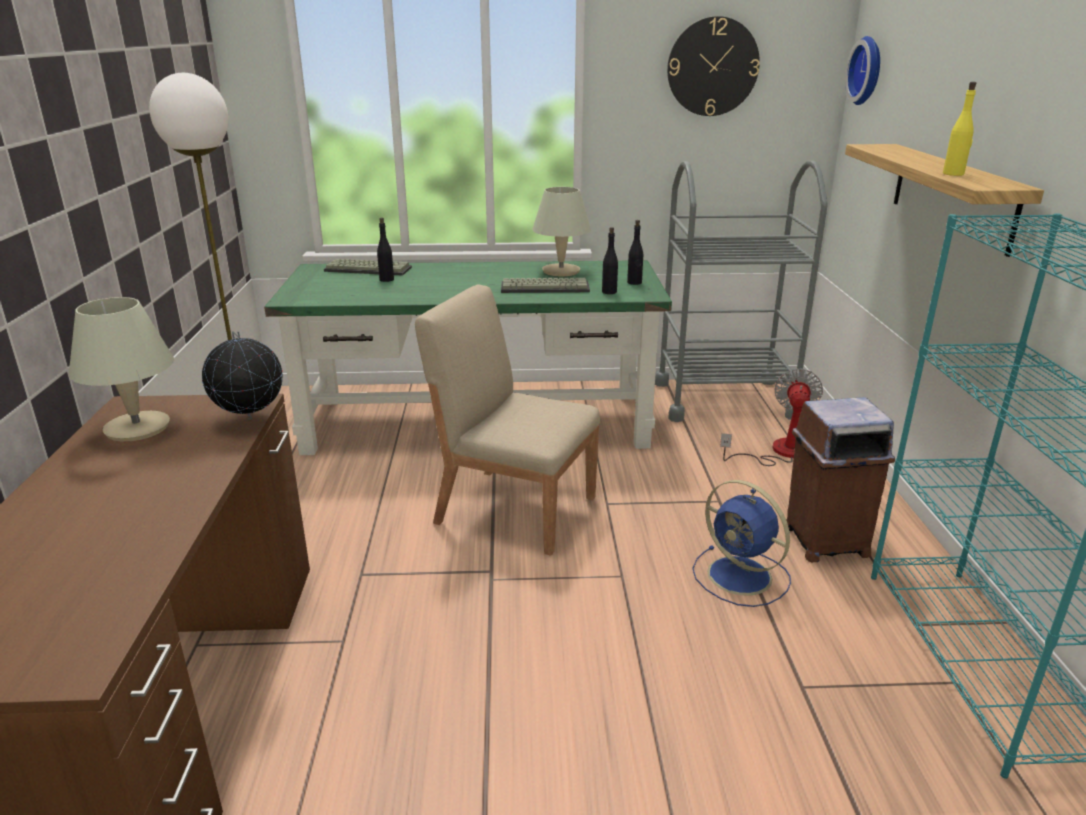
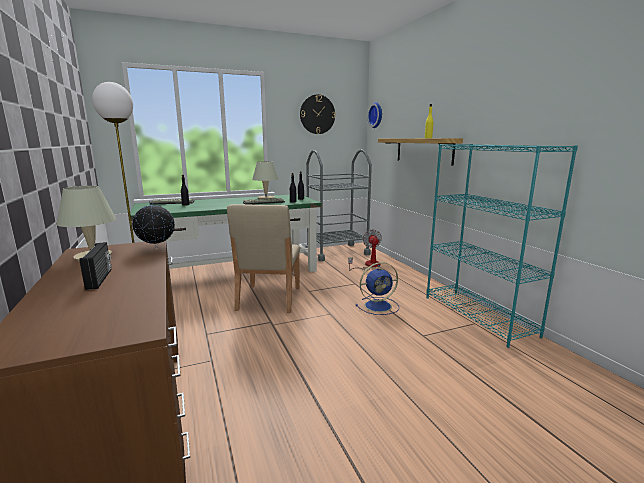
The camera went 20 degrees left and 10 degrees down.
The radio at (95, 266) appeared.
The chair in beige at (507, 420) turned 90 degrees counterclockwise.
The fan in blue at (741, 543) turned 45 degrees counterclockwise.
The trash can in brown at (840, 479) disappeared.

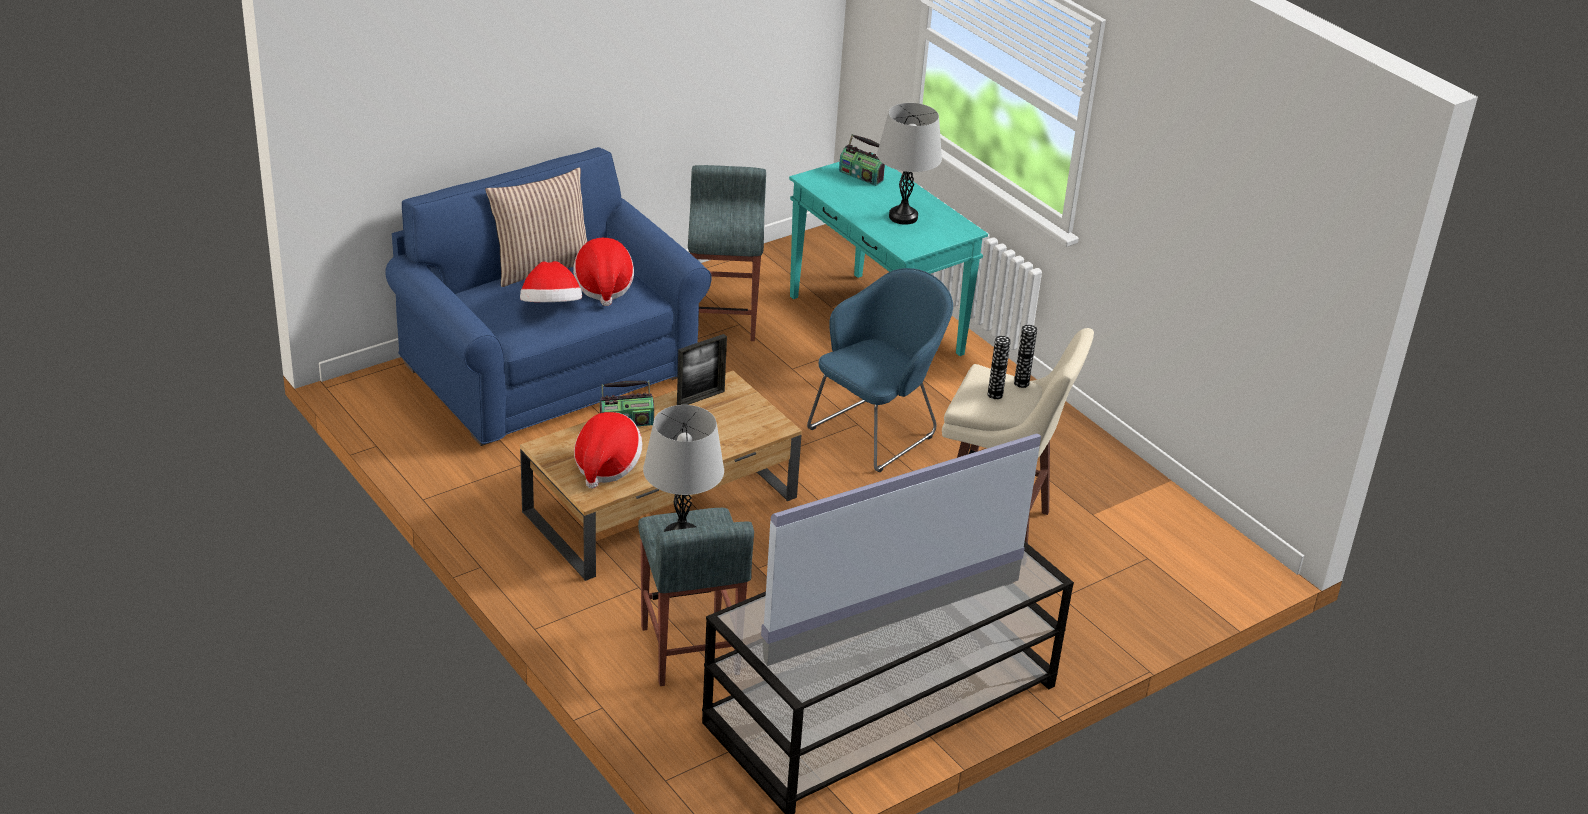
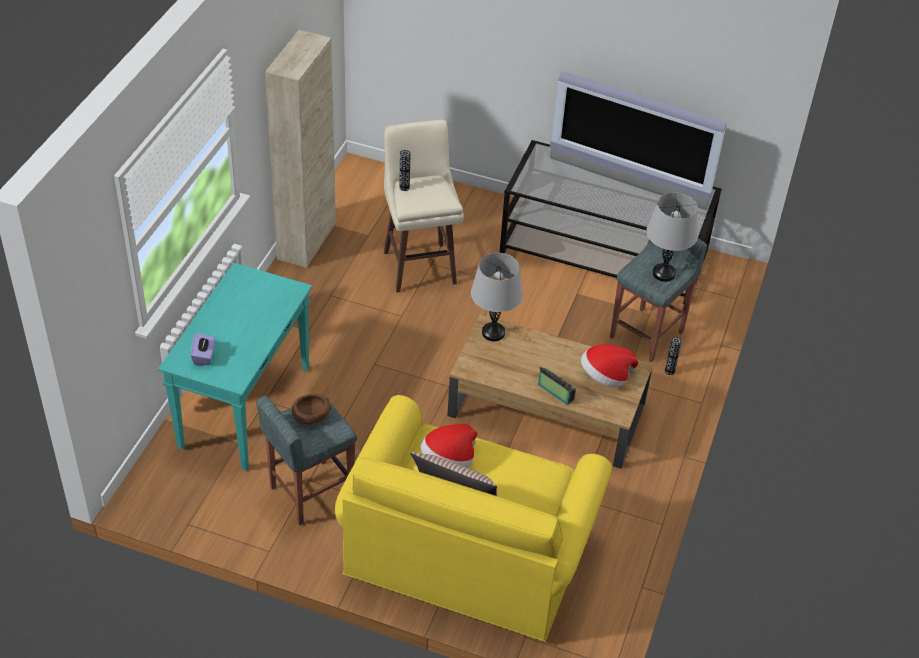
The camera went 125 degrees left and 10 degrees up.
The radio at (862, 160) was replaced by the tissue box in purple at (203, 349).
The cabinet in beige at (300, 149) appeared.
The bowl in brown at (312, 409) appeared.
The sofa in blue at (548, 296) became the sofa in yellow at (474, 518).
The table lamp in grey moved from (909, 164) to (497, 297).
The vase moved from (999, 367) to (673, 356).
The hat at (551, 281) disappeared.
The picture frame at (702, 369) disappeared.
The armchair in blue at (880, 370) disappeared.

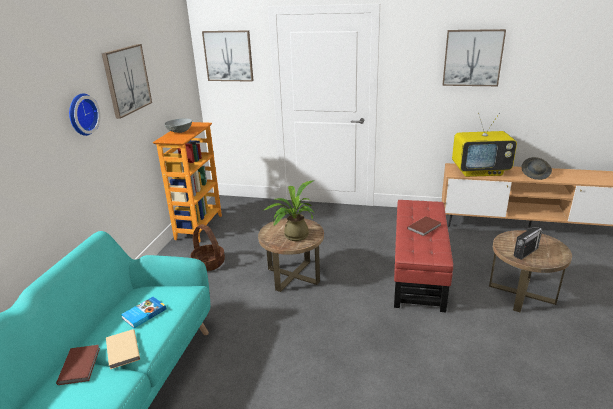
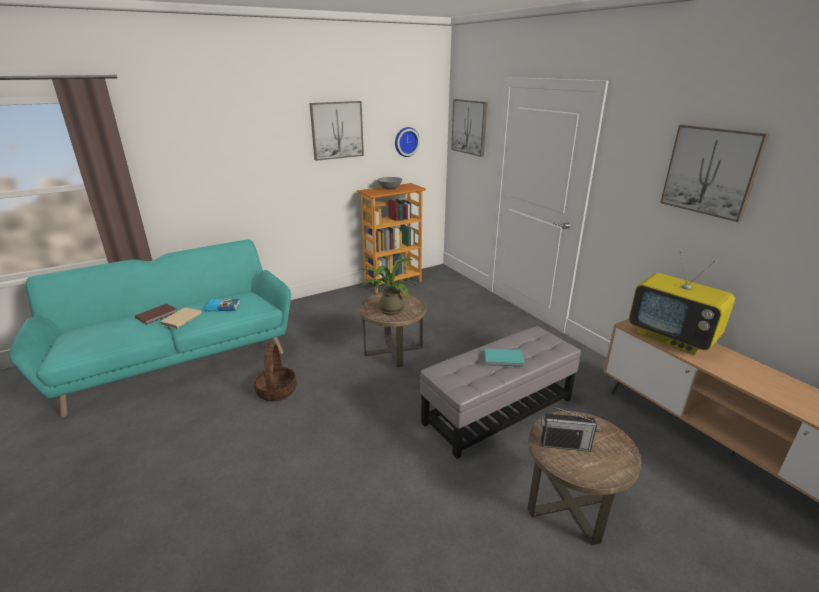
The camera went 45 degrees right and 0 degrees up.
The basket moved from (207, 247) to (275, 372).
The wall clock moved from (84, 114) to (407, 142).
The ottoman in red at (423, 256) became the ottoman in grey at (500, 392).
The book in brown at (424, 226) became the book in turquoise at (504, 358).
The hat in grey at (536, 168) disappeared.

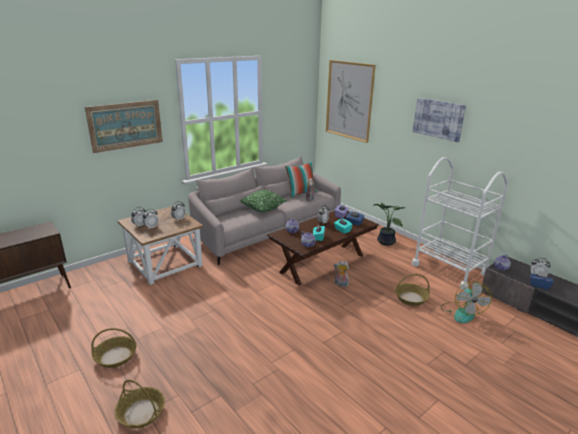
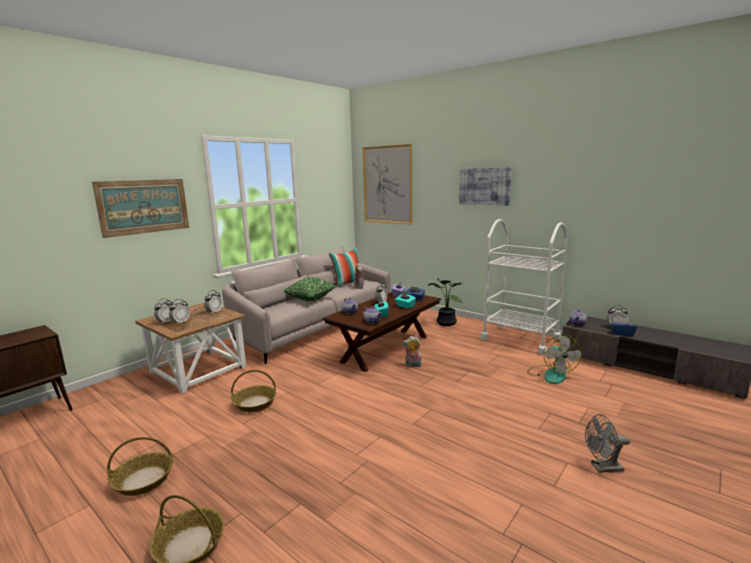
The camera went 10 degrees left and 10 degrees down.
The basket moved from (412, 290) to (253, 391).
The fan in grey at (607, 443) appeared.

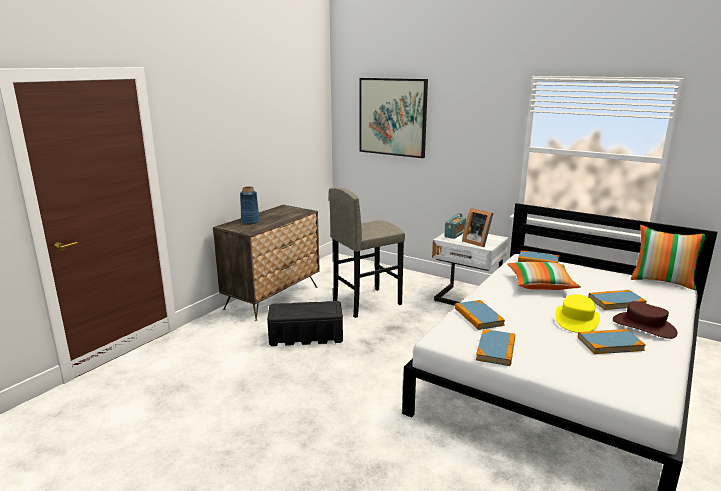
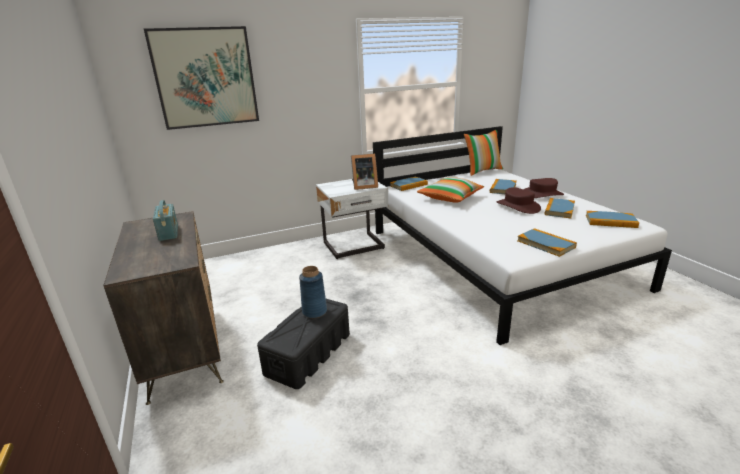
The camera went 55 degrees left and 5 degrees up.
The radio moved from (455, 226) to (165, 220).
The vase in blue moved from (250, 205) to (313, 292).
The hat in yellow at (577, 313) became the hat in brown at (519, 200).
The book moved from (480, 315) to (612, 219).
The stool in grey at (367, 252) disappeared.

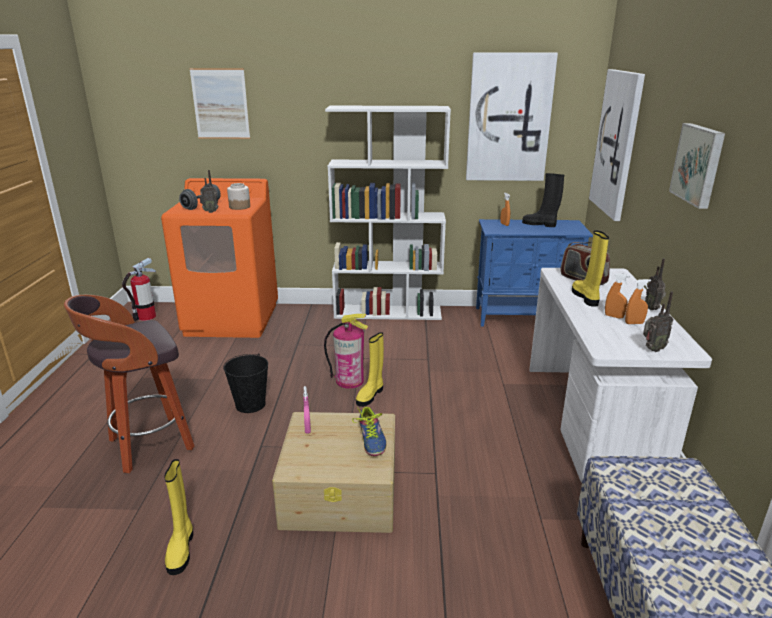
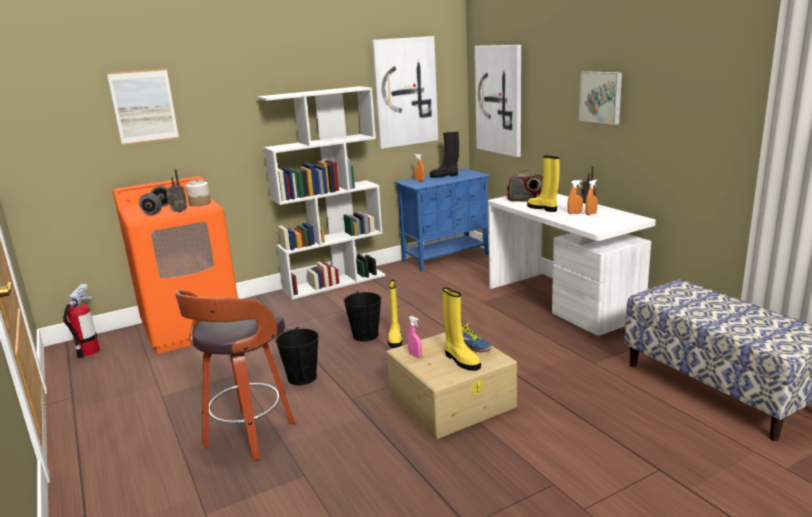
The camera went 30 degrees left and 5 degrees down.
The fire extinguisher at (346, 351) was replaced by the bucket in black at (362, 316).
The boot in yellow moved from (178, 517) to (461, 329).
The radio at (658, 321) disappeared.

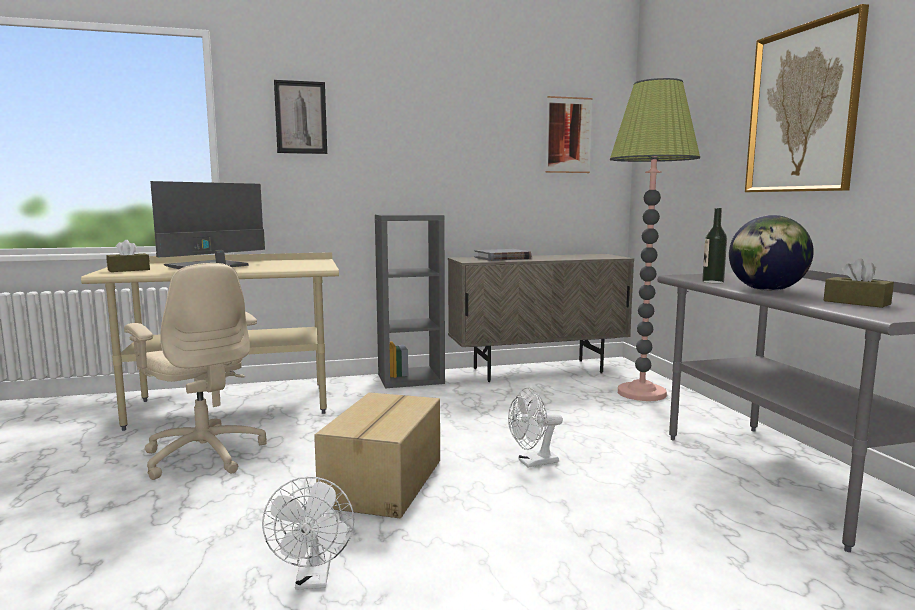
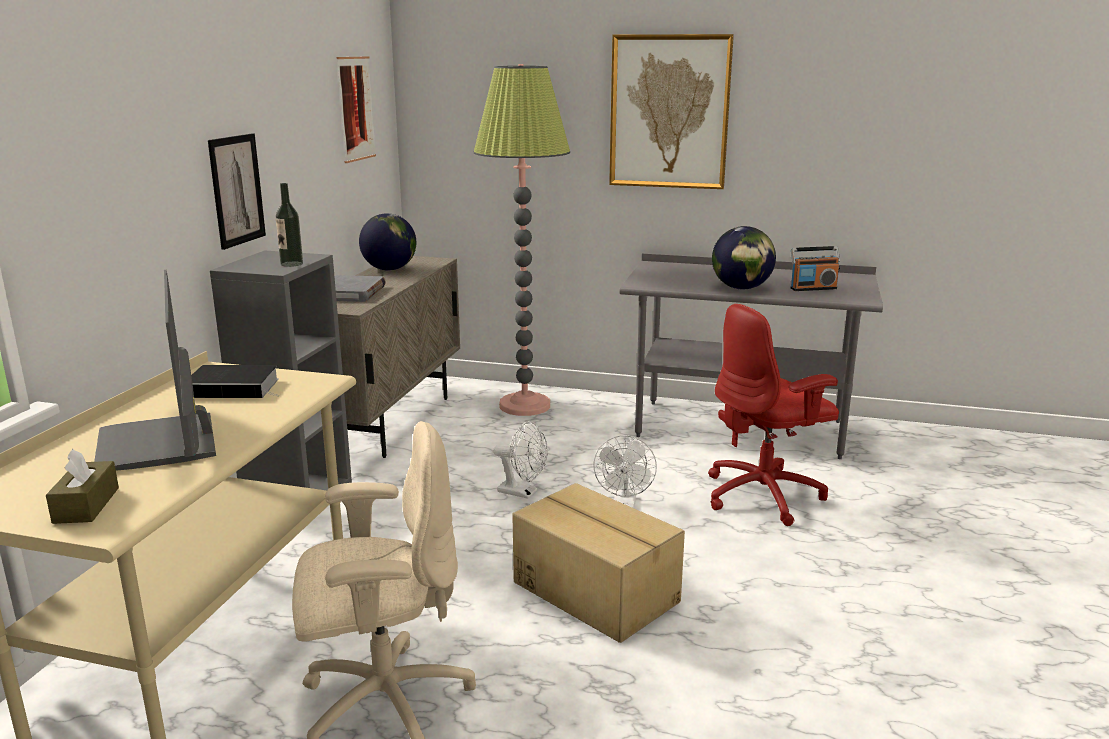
The camera went 60 degrees left and 10 degrees up.
The book at (235, 381) appeared.
The picture moved from (300, 117) to (237, 191).
The bottle moved from (714, 246) to (289, 225).
The globe at (387, 242) appeared.
The fan in white moved from (308, 533) to (520, 460).
The office chair in red at (773, 415) appeared.
The tissue box in brown at (859, 283) was replaced by the radio at (815, 268).

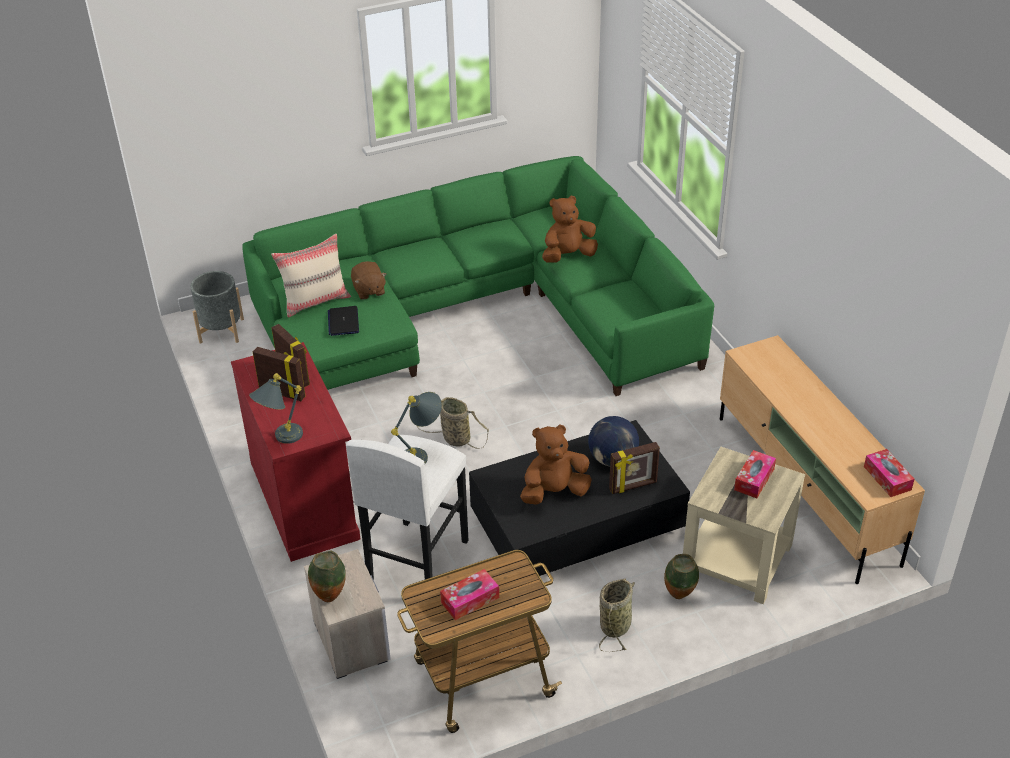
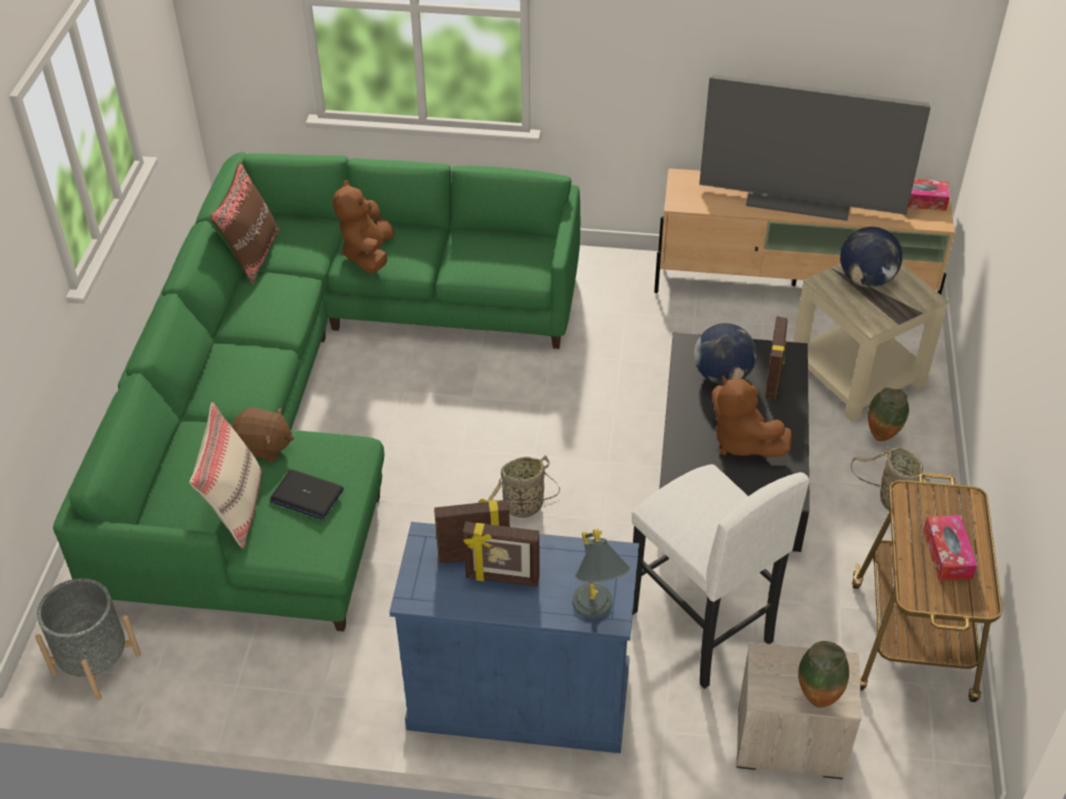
The camera went 60 degrees left and 5 degrees up.
The pillow in brown at (245, 223) appeared.
The cabinet in red at (295, 452) became the cabinet in blue at (514, 637).
The picture frame at (279, 374) turned 135 degrees counterclockwise.
The television at (815, 147) appeared.
The plush toy in brown at (556, 464) turned 45 degrees counterclockwise.
The tissue box at (755, 474) was replaced by the globe at (871, 257).
The table lamp in grey at (416, 428) disappeared.

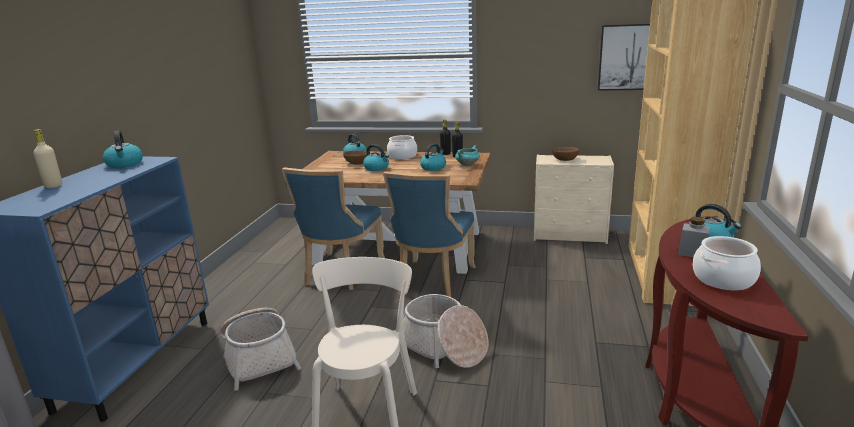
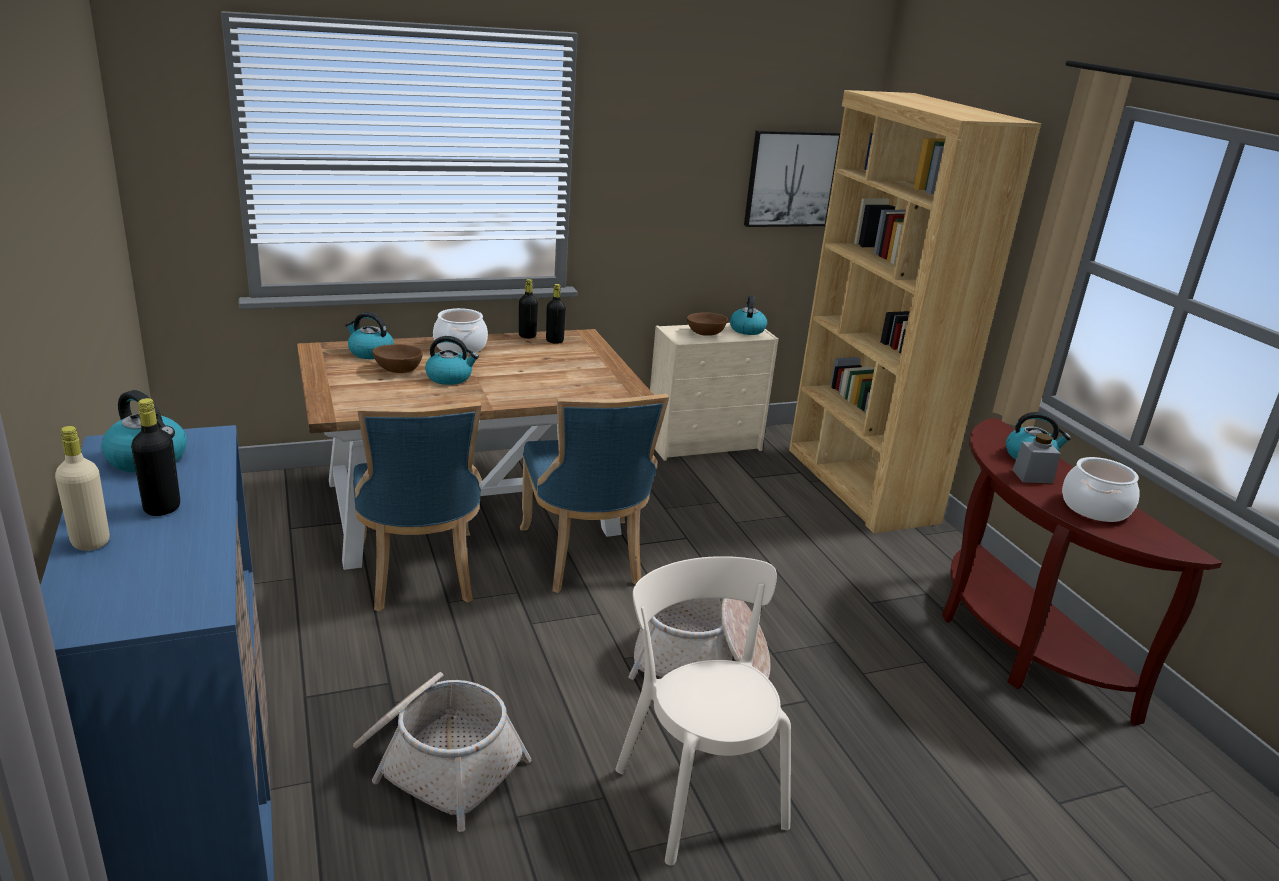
The camera went 35 degrees left and 5 degrees up.
The bottle in black at (155, 457) appeared.
The kettle moved from (433, 157) to (748, 315).
The cooking pot in turquoise at (467, 155) disappeared.

